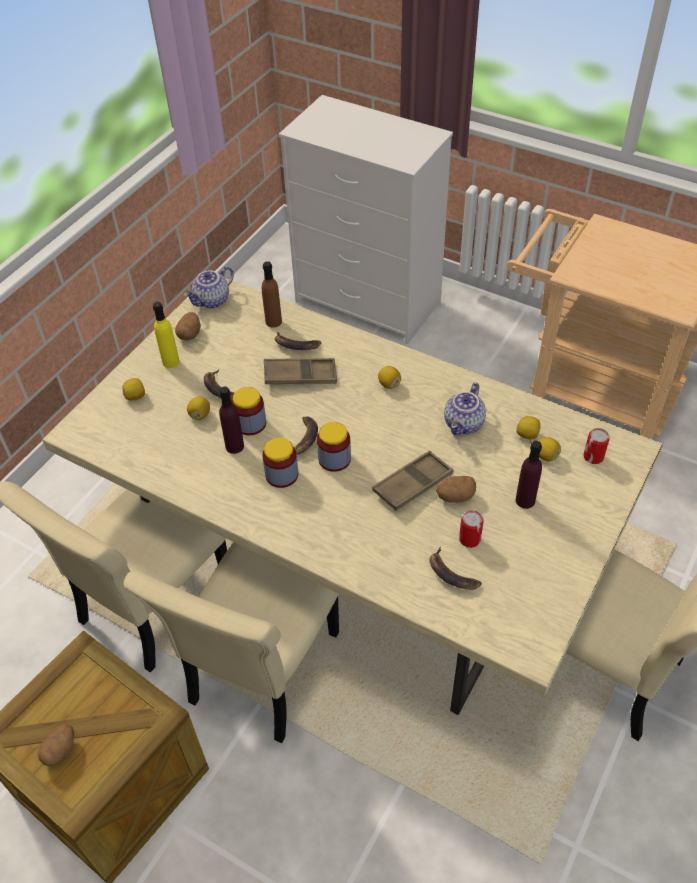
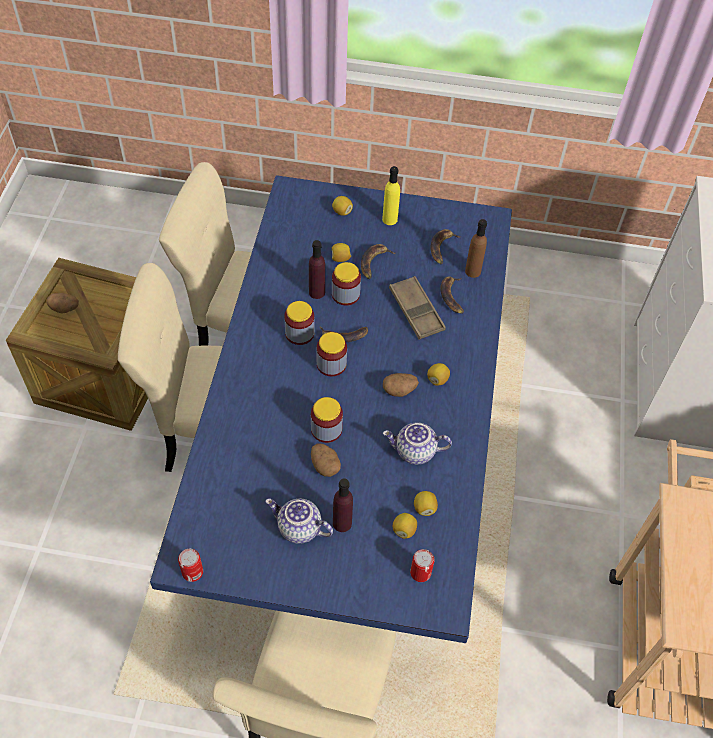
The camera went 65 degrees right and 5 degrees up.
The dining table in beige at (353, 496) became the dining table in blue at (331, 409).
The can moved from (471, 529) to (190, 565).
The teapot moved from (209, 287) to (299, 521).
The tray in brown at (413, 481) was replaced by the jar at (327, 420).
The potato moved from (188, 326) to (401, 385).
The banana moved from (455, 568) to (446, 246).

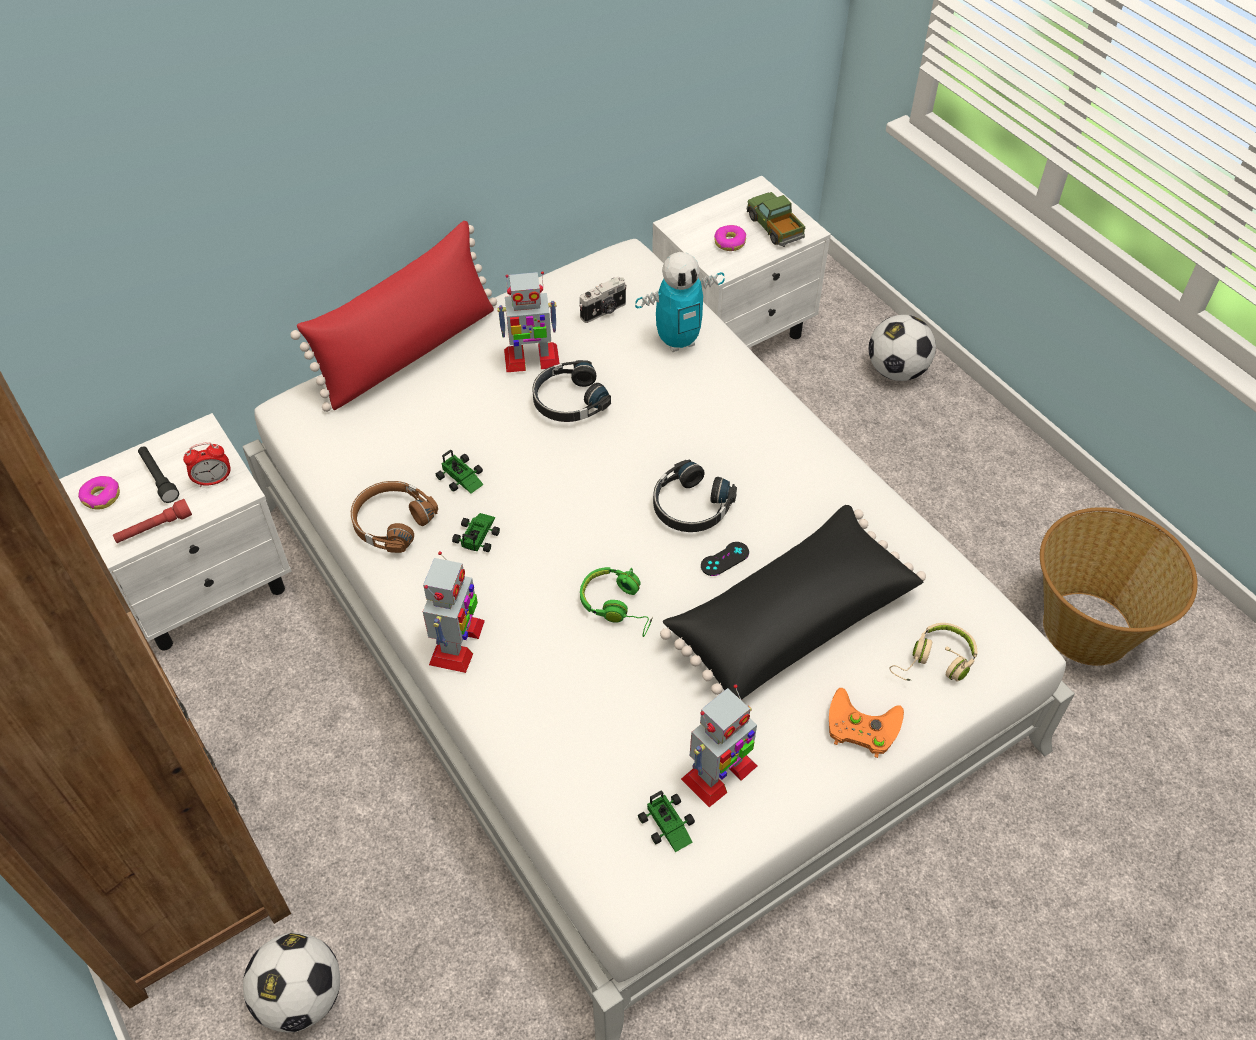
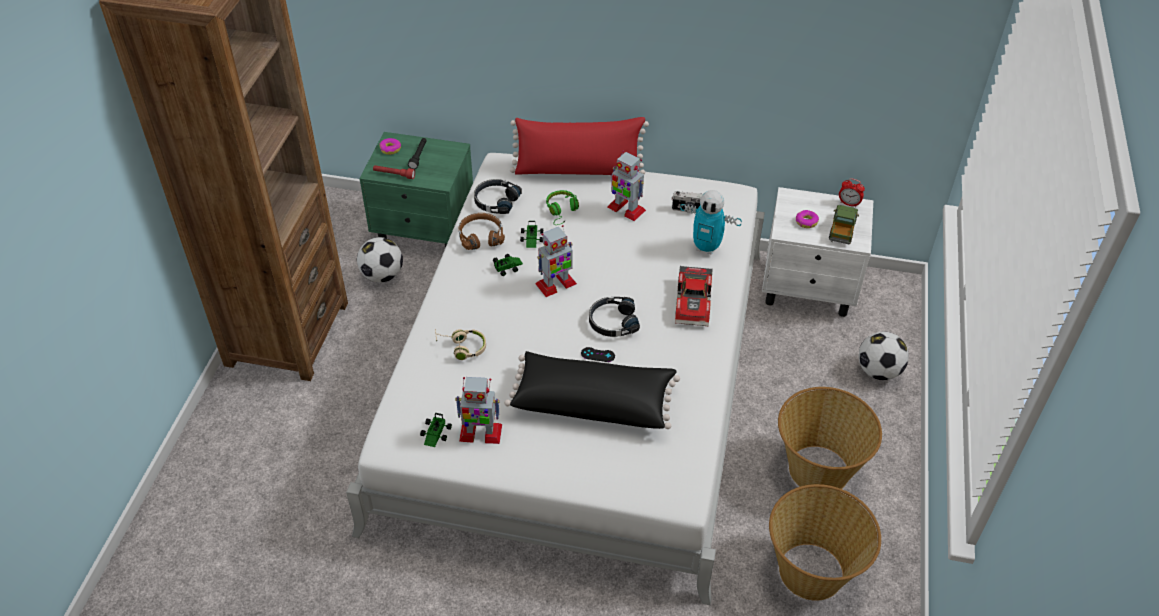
The camera went 45 degrees right and 5 degrees down.
The football moved from (291, 983) to (380, 260).
The nightstand in white at (175, 532) became the nightstand in green at (416, 190).
The headphones in beige moved from (933, 652) to (460, 344).
The headphones in black moved from (571, 391) to (498, 196).
The toy robot moved from (454, 612) to (556, 261).
The headphones in green moved from (616, 602) to (562, 207).
The toy car at (694, 296) appeared.
The basket at (830, 438) appeared.
The alarm clock moved from (207, 464) to (852, 193).
The game controller in orange at (866, 723) disappeared.

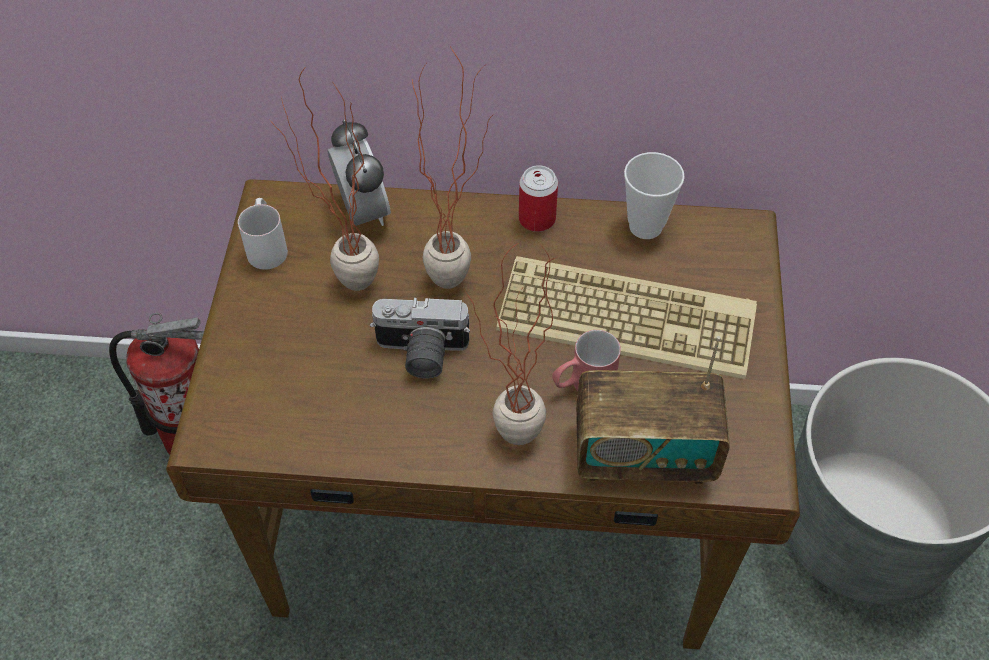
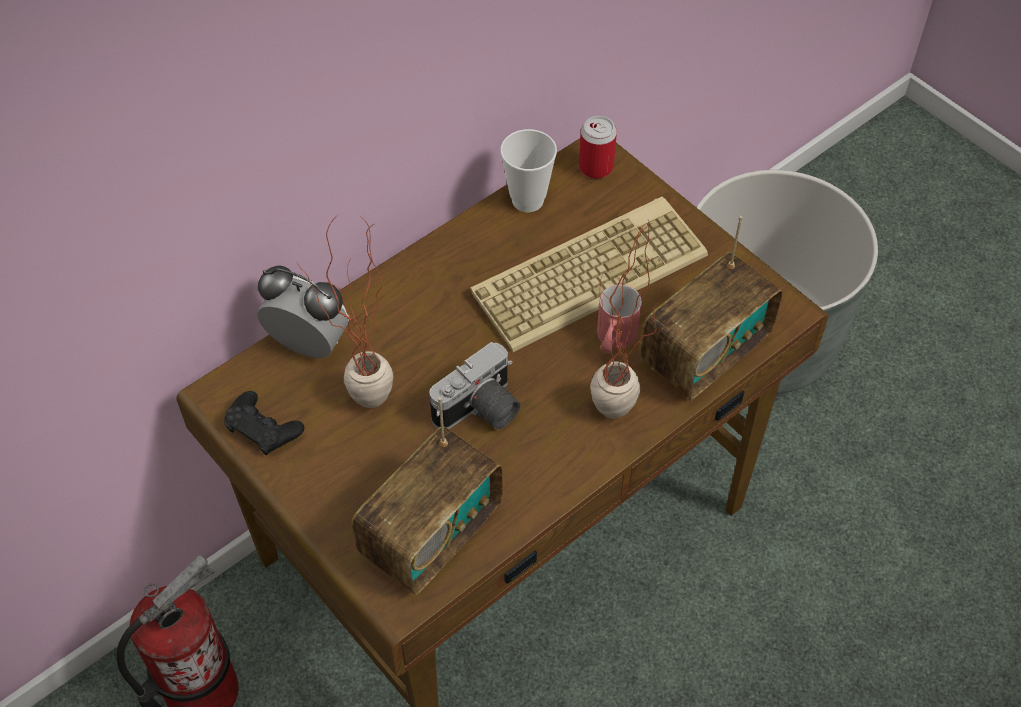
The camera went 45 degrees left and 0 degrees up.
The mug in white at (263, 234) was replaced by the game controller in black at (264, 423).
The radio at (427, 496) appeared.
The can moved from (538, 198) to (598, 147).
The potted plant at (453, 167) disappeared.

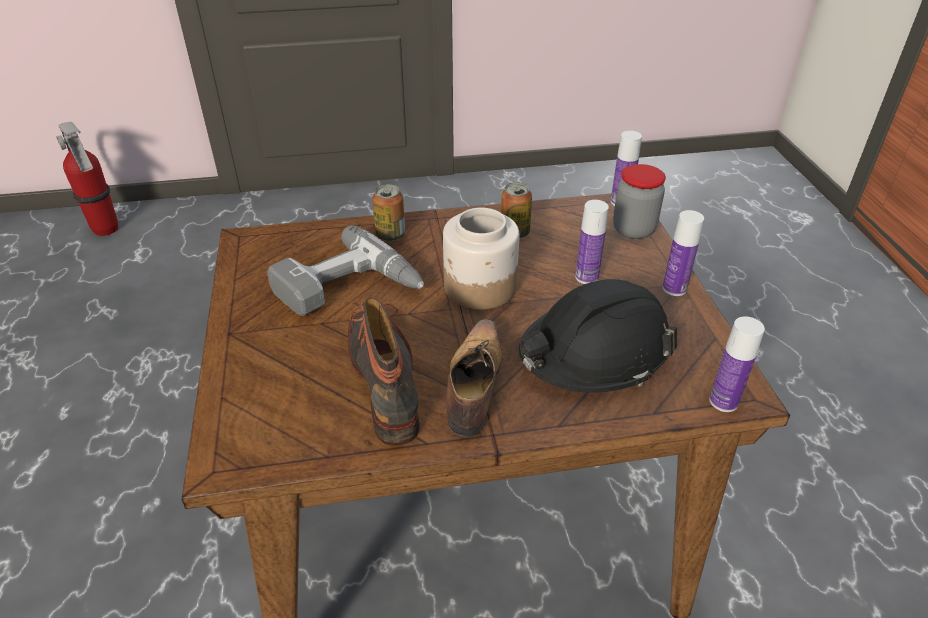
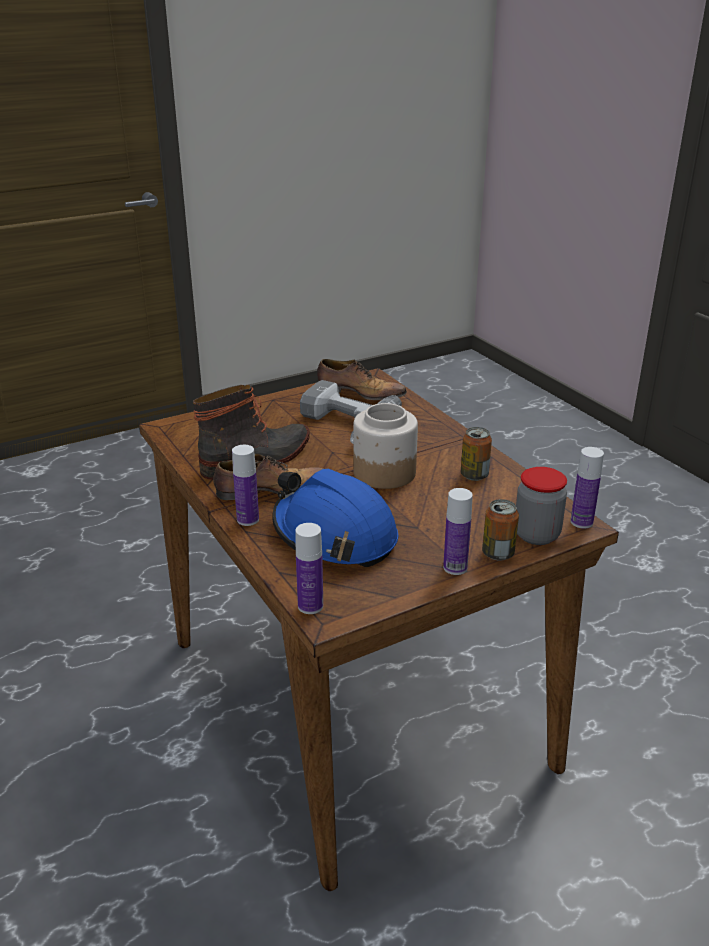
The camera went 70 degrees right and 10 degrees down.
The bottle moved from (592, 242) to (245, 485).
The hard hat in black at (598, 336) became the hard hat in blue at (335, 518).
The shoe at (362, 379) appeared.
The can moved from (388, 213) to (500, 530).
The fire extinguisher at (87, 179) disappeared.

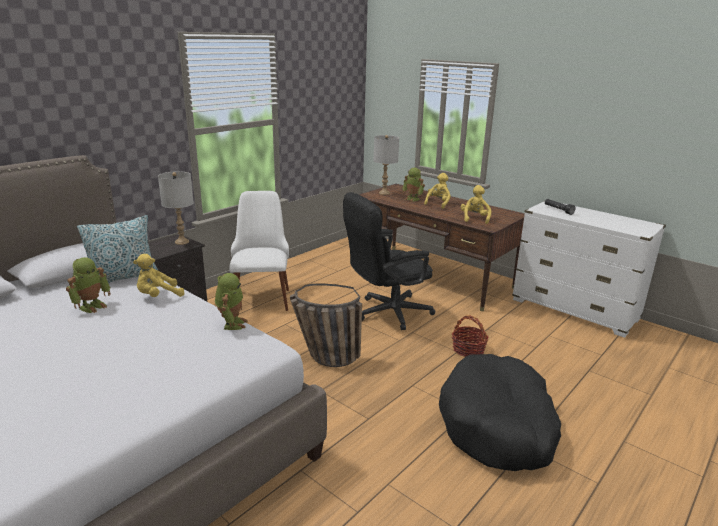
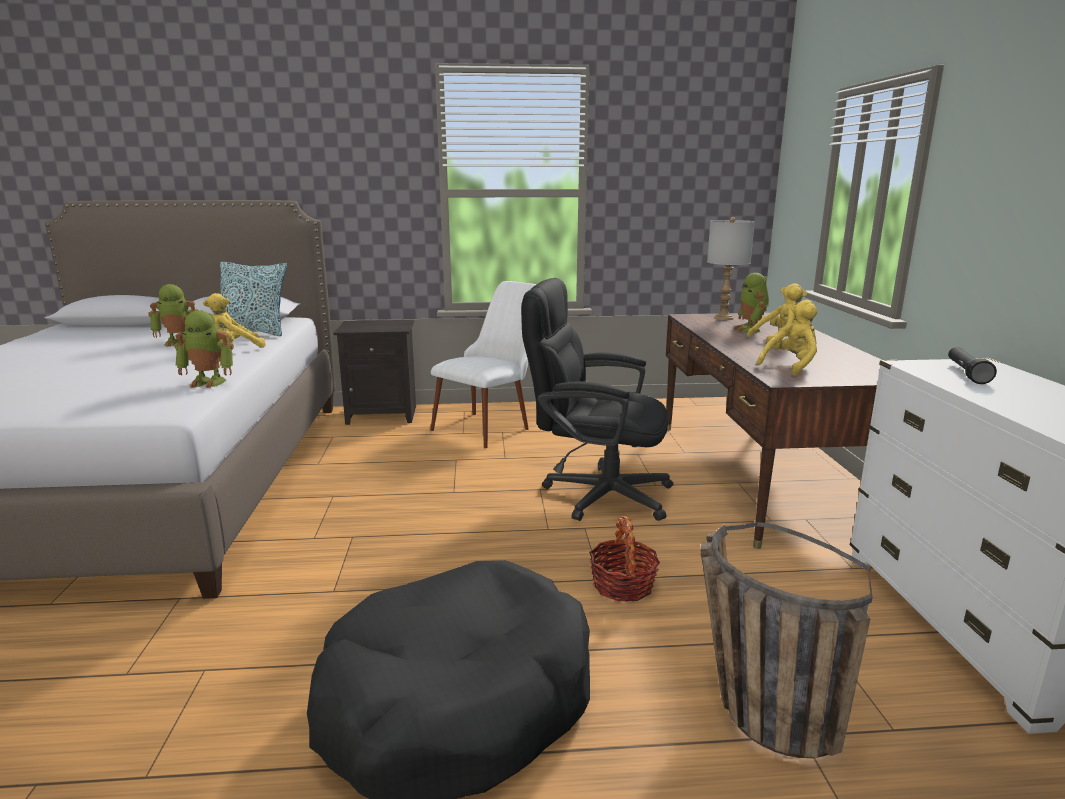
The camera went 45 degrees right and 5 degrees down.
The toy robot at (231, 301) turned 45 degrees clockwise.
The plush toy in yellow at (159, 275) turned 45 degrees counterclockwise.
The basket moved from (326, 325) to (786, 640).
The table lamp in grey at (176, 208) disappeared.

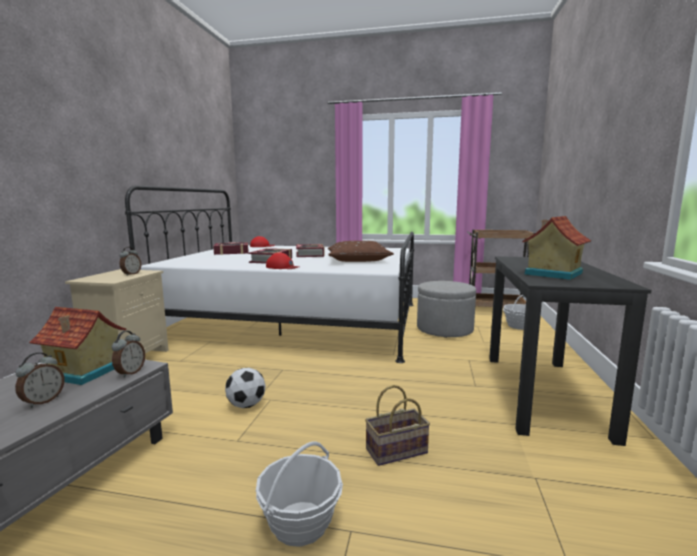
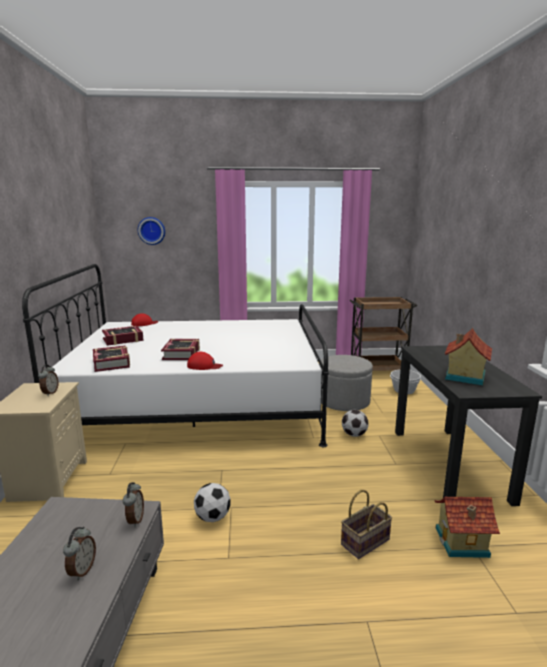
The camera went 15 degrees left and 5 degrees up.
The book moved from (310, 250) to (111, 359).
The wall clock at (151, 231) appeared.
The football at (355, 423) appeared.
The toy house moved from (78, 346) to (467, 527).
The basket at (299, 494) disappeared.
The pillow in brown at (361, 251) disappeared.

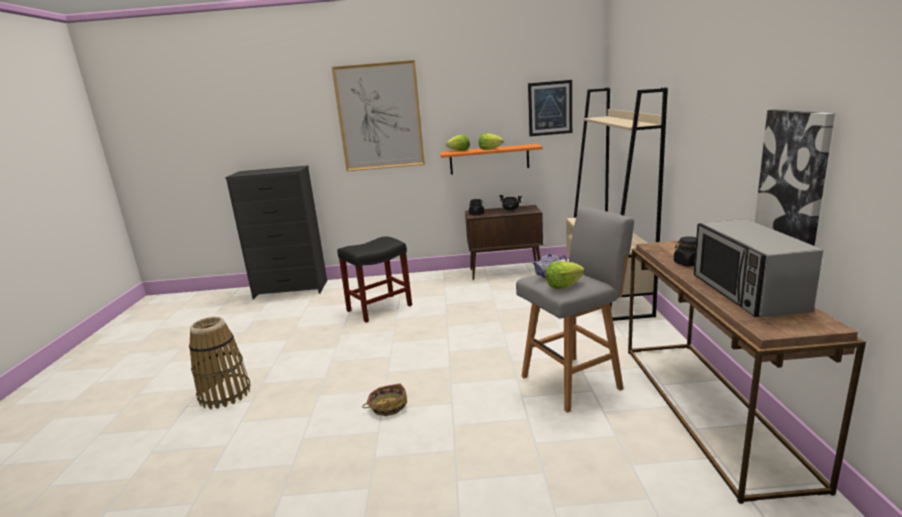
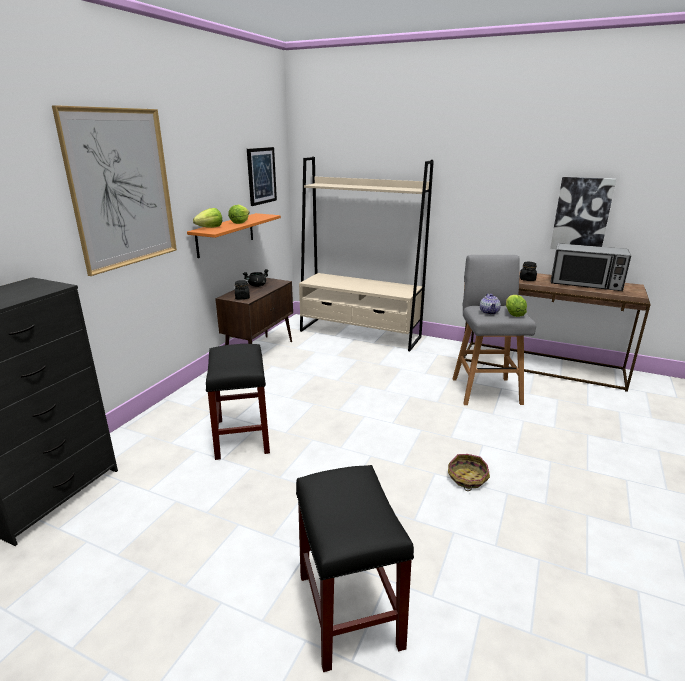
The camera went 65 degrees left and 5 degrees up.
The basket at (220, 363) was replaced by the stool in black at (355, 568).

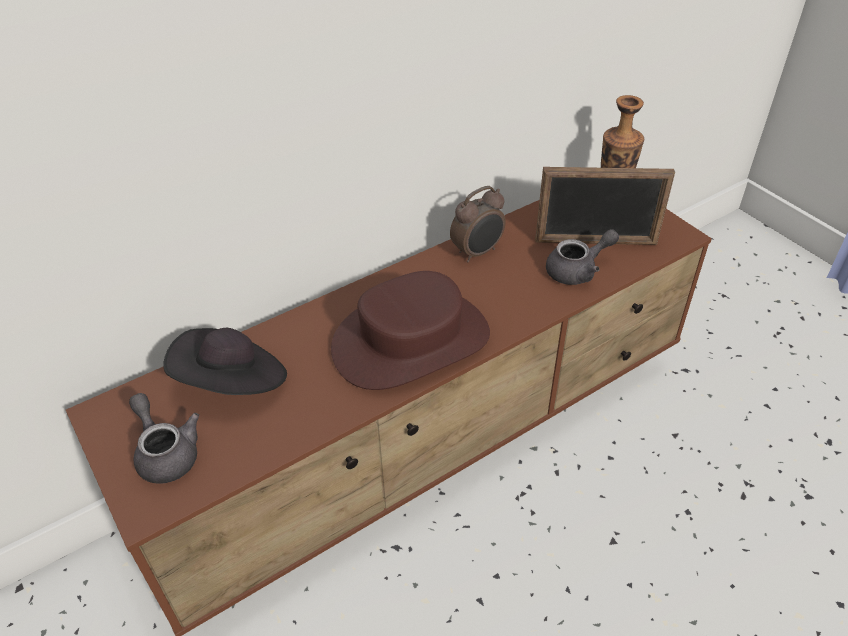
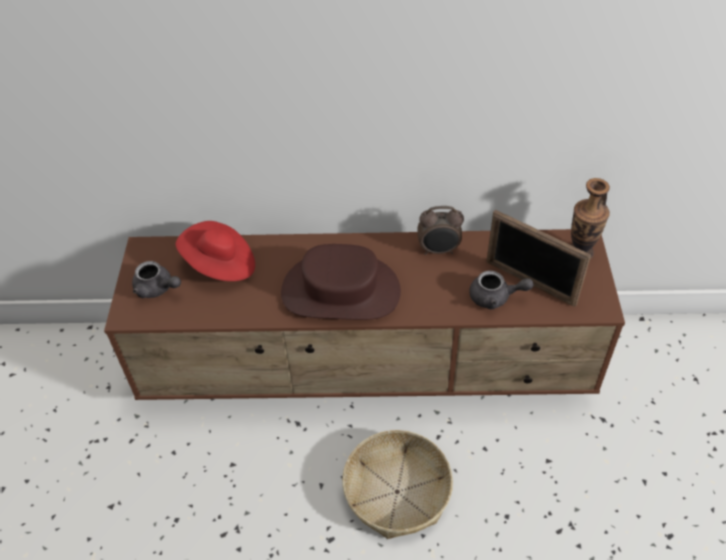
The camera went 35 degrees right and 5 degrees up.
The teapot in grey at (164, 438) turned 120 degrees clockwise.
The hat in black at (225, 361) became the hat in red at (215, 251).
The basket at (397, 484) appeared.

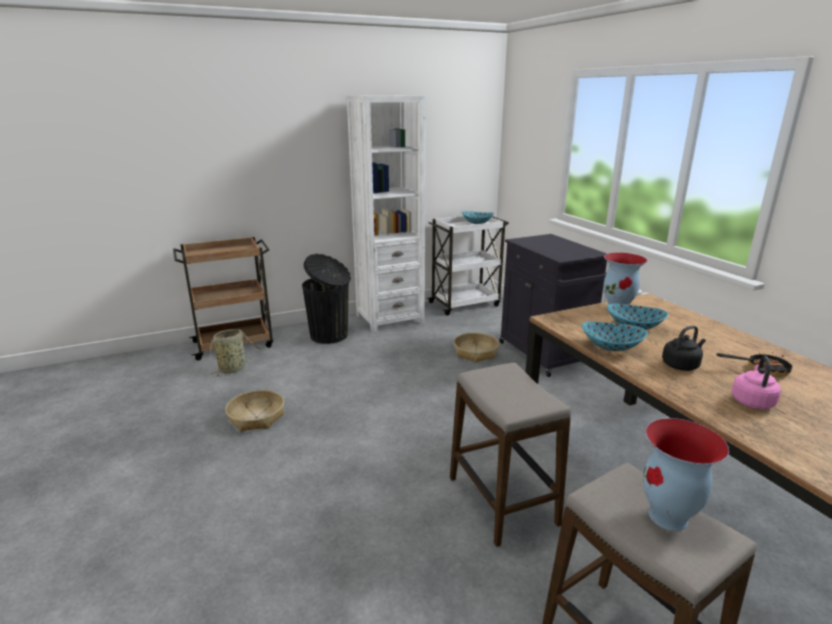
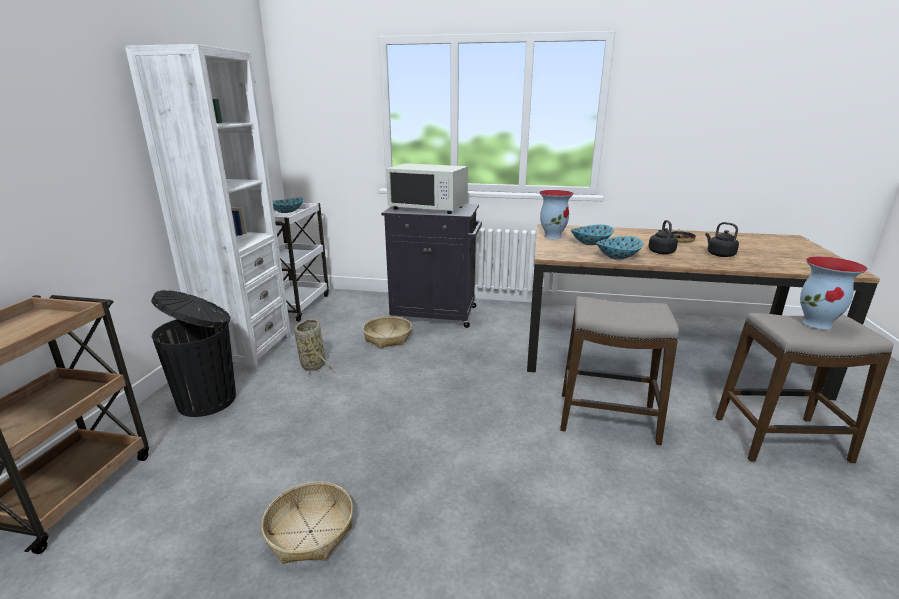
The camera went 55 degrees left and 0 degrees up.
The basket moved from (236, 353) to (313, 348).
The microwave in white at (427, 188) appeared.
The kettle in pink at (756, 382) became the kettle in black at (722, 239).

